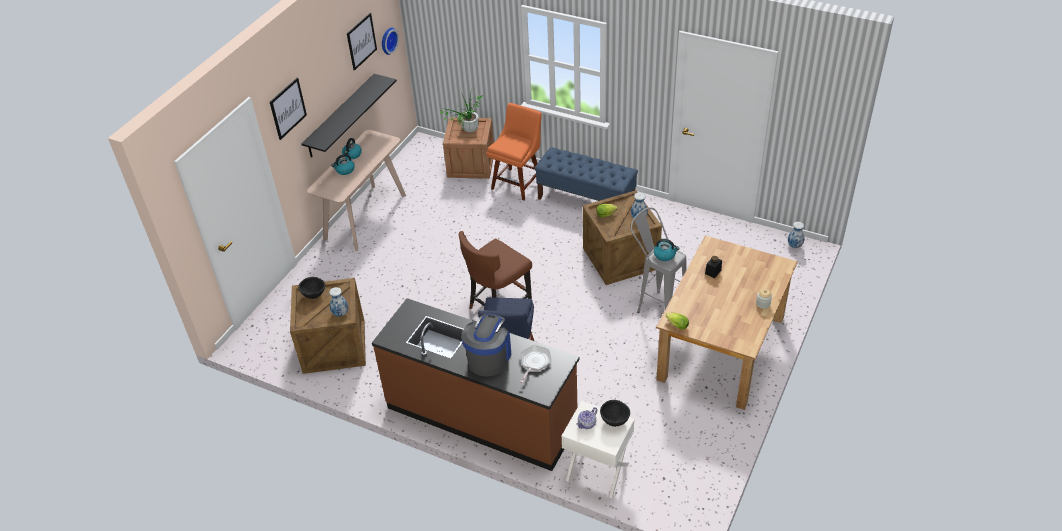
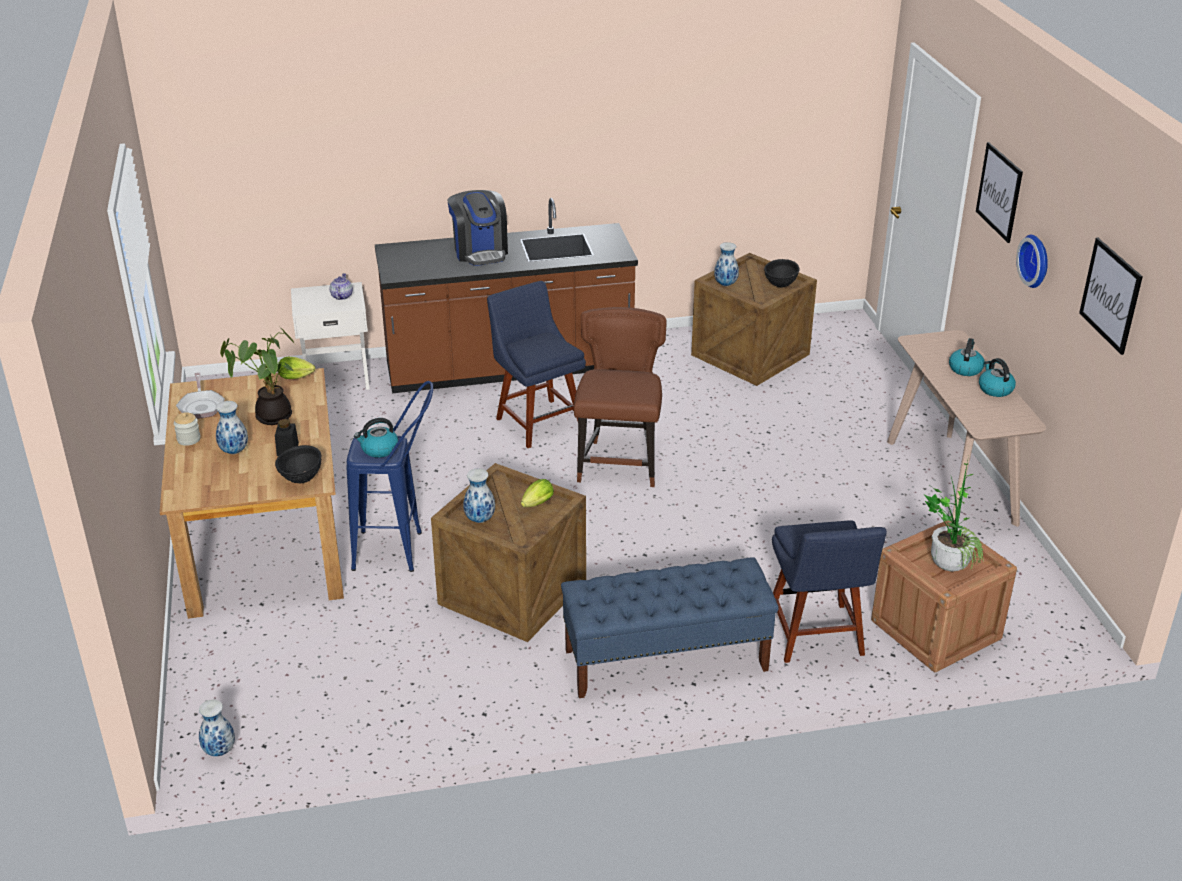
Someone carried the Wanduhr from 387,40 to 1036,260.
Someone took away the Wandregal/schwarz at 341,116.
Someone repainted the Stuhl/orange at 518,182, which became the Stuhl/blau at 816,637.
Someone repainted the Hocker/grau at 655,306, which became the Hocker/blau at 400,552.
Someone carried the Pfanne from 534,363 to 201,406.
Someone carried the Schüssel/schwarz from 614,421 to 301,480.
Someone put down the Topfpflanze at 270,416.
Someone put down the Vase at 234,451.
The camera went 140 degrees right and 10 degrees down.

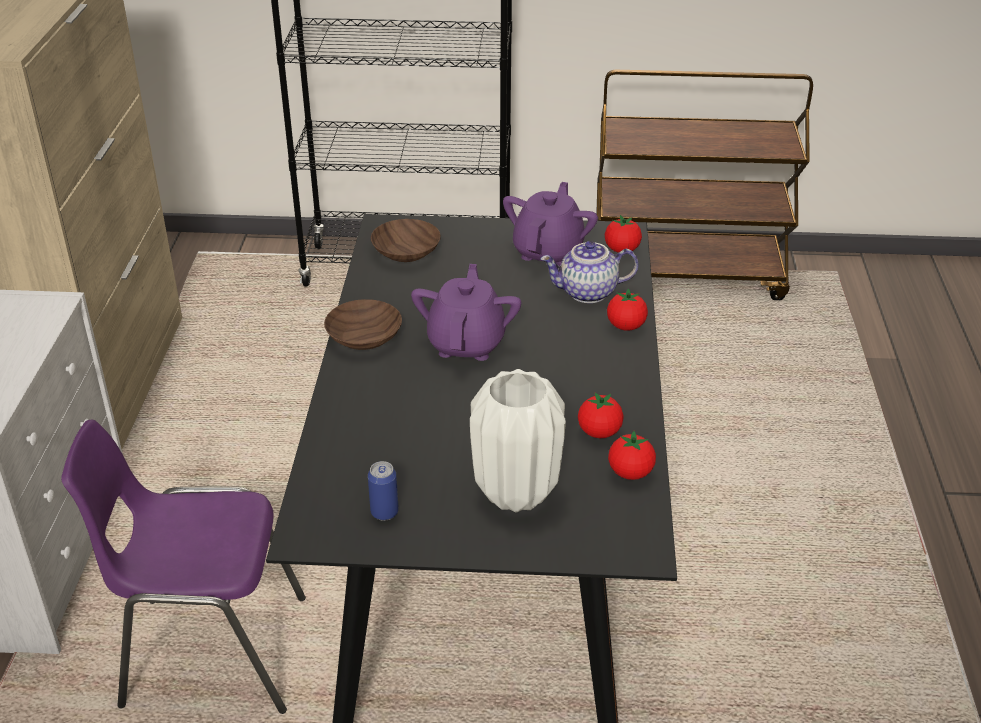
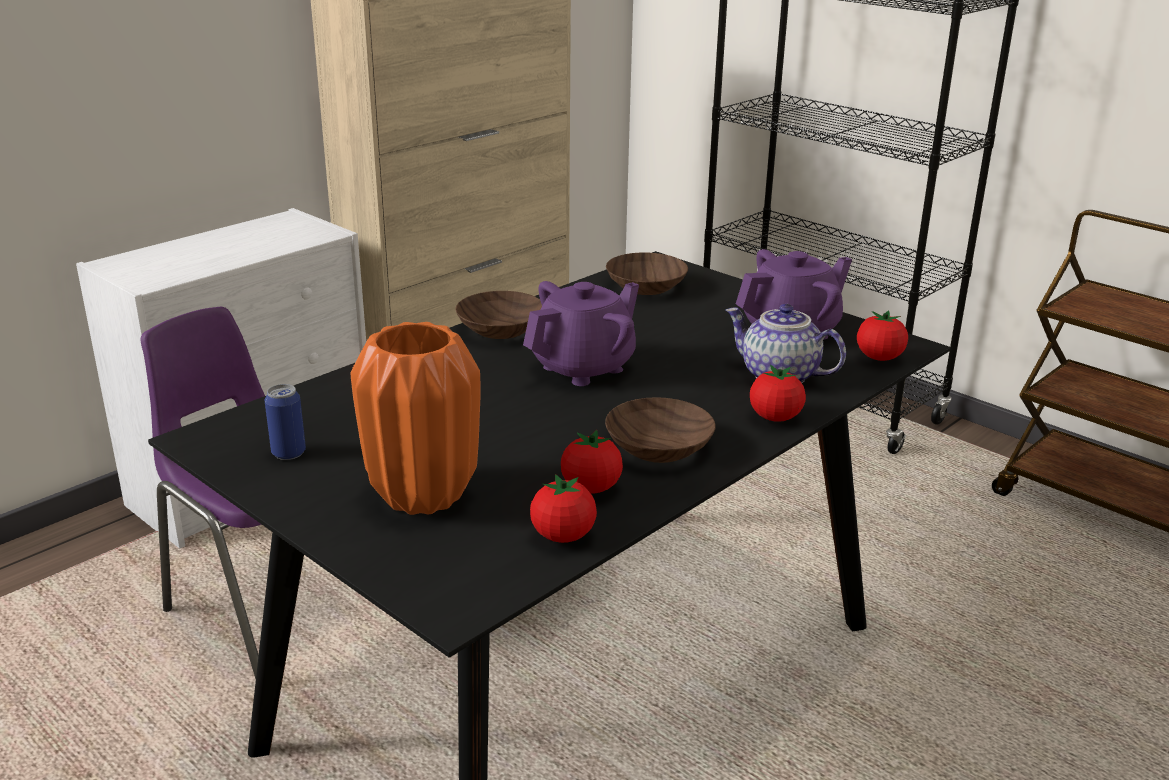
Someone repainted the Vase/weiß at 515,493, which became the Vase/orange at 421,495.
Someone put down the Schüssel/braun at 661,448.
The camera went 40 degrees right and 10 degrees down.

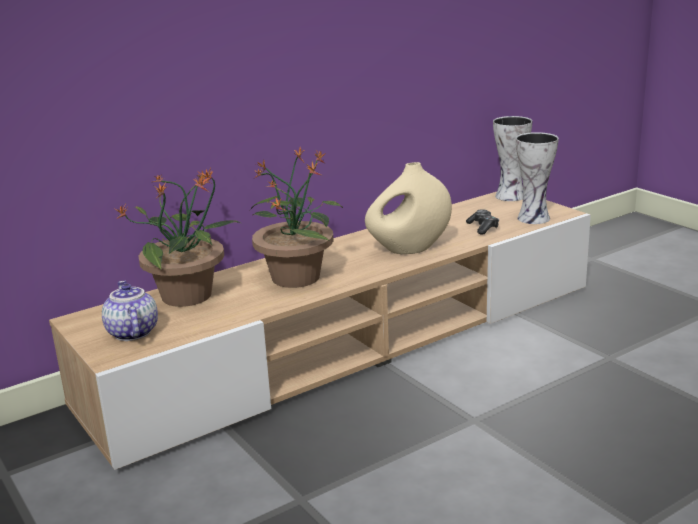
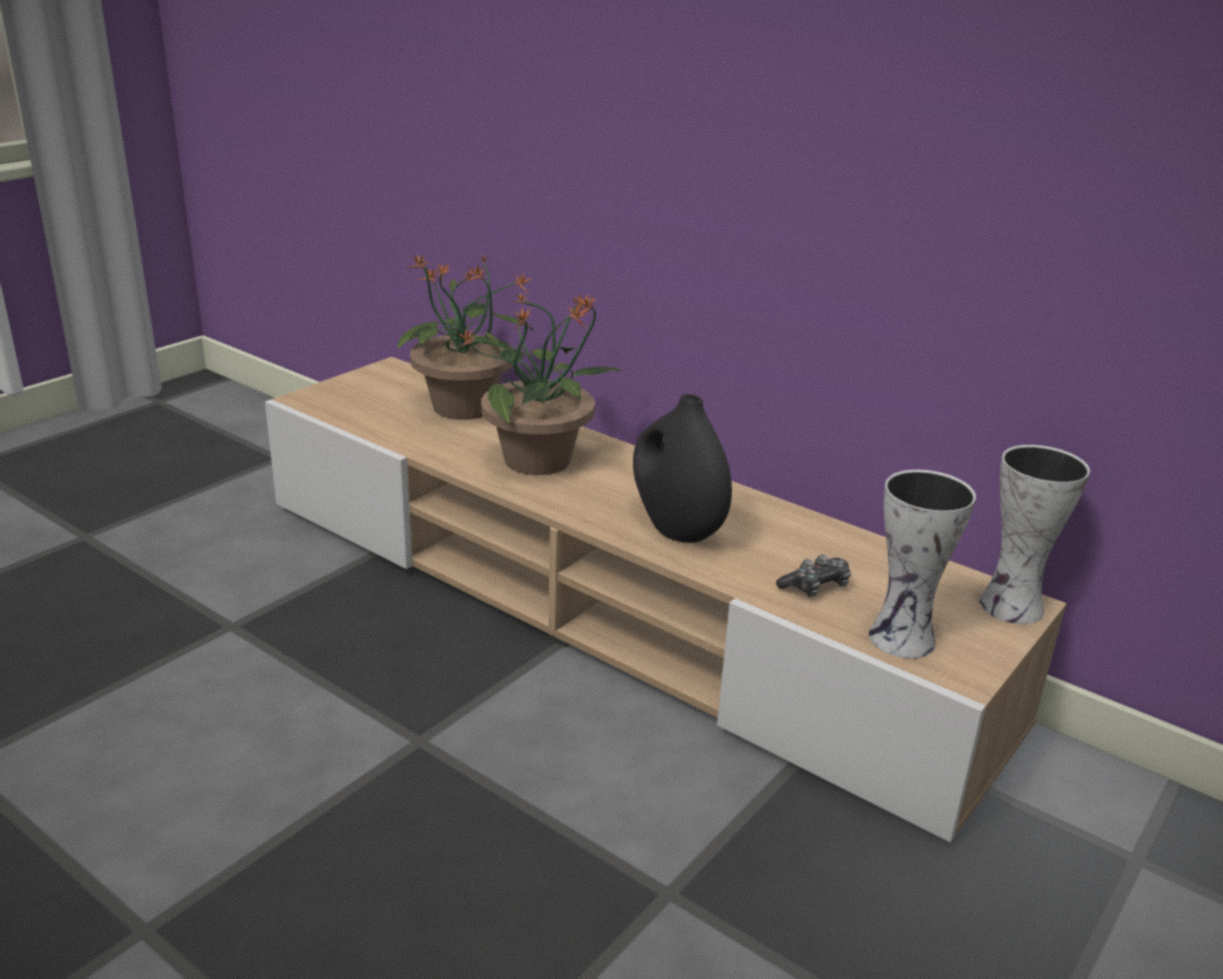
Someone repainted the Vase/beige at 409,249, which became the Vase/schwarz at 676,528.
Someone took away the Teekanne at 131,333.
The camera went 70 degrees right and 5 degrees up.

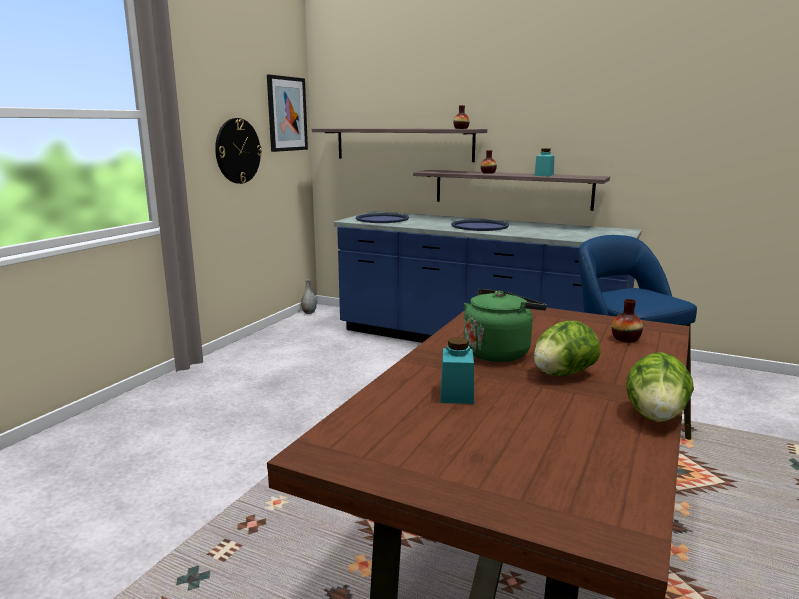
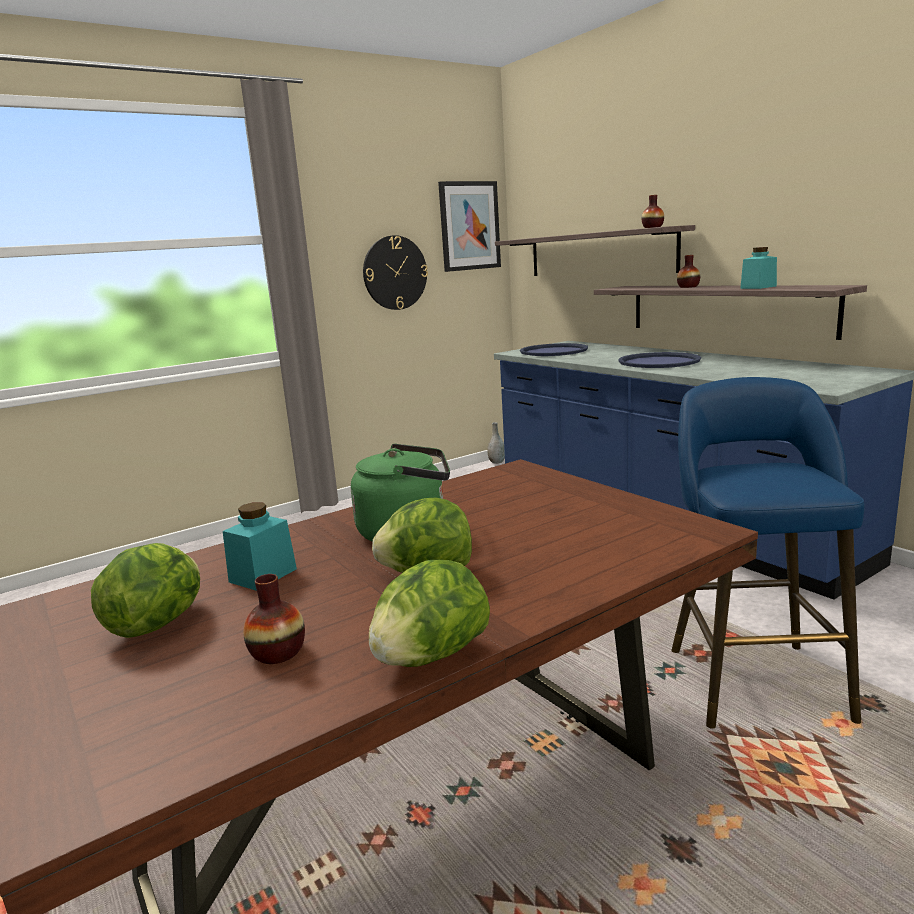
Someone carried the Vase from 625,339 to 278,652.
Someone put down the Salatkopf at 159,623.
The camera went 30 degrees right and 0 degrees up.

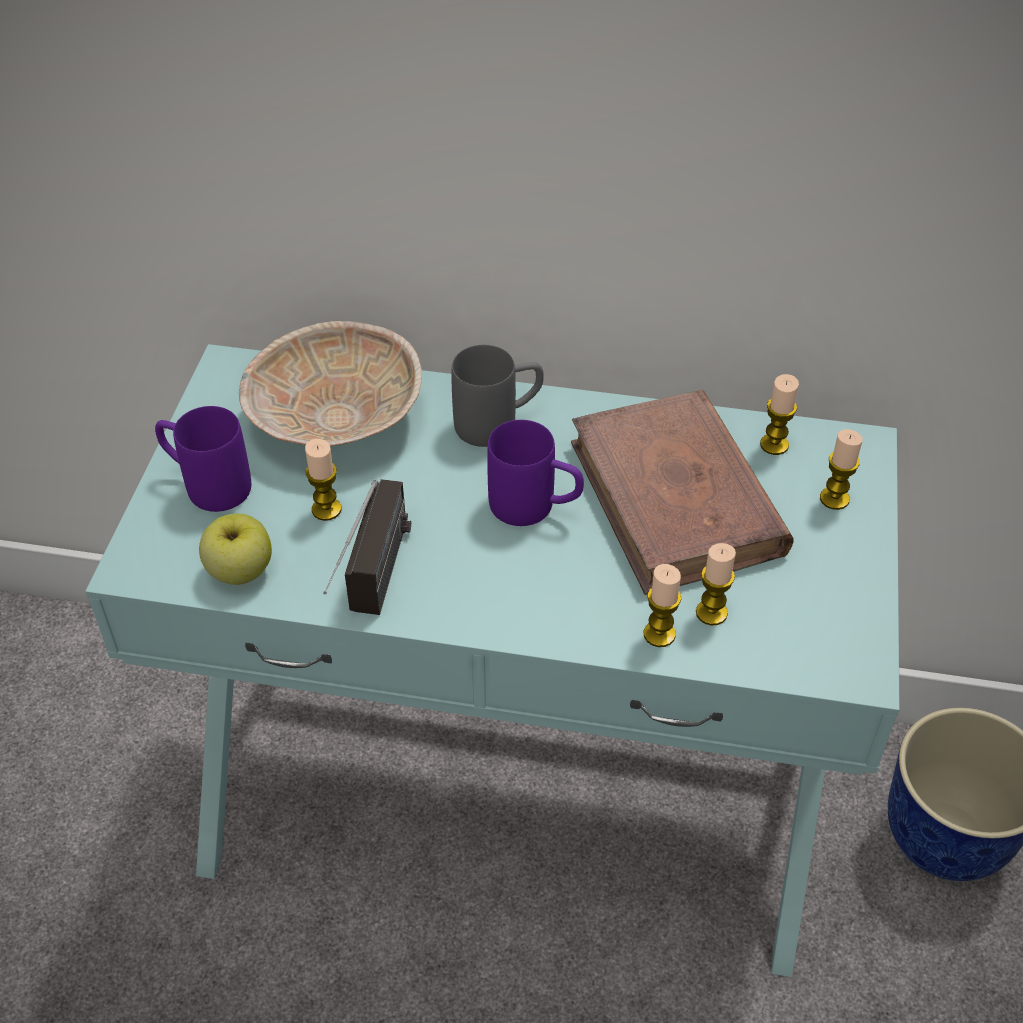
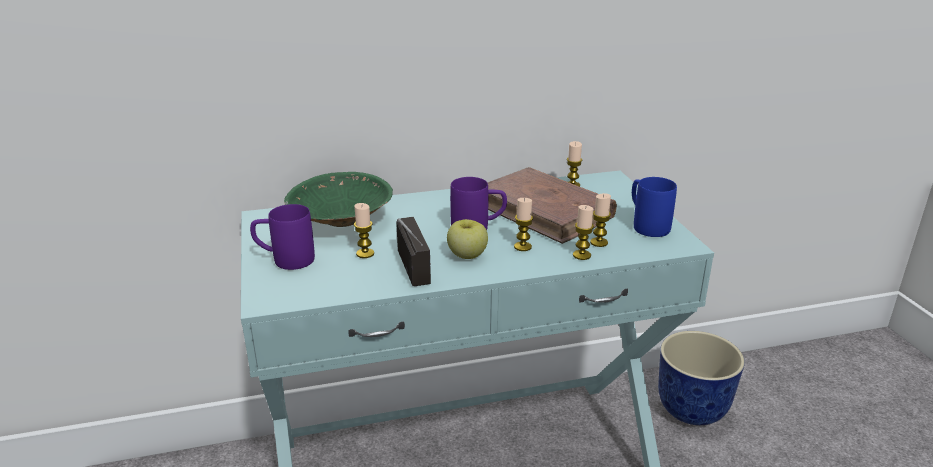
Someone repainted the Schüssel/beige at 334,418, which became the Schüssel/grün at 340,222.
Someone took away the Henkelbecher/grau at 498,422.
Someone carried the Kerze from 834,499 to 522,247.
Someone carried the Apfel from 240,570 to 467,255.
Someone put down the Henkelbecher/blau at 646,225.
The camera went 25 degrees left and 20 degrees down.

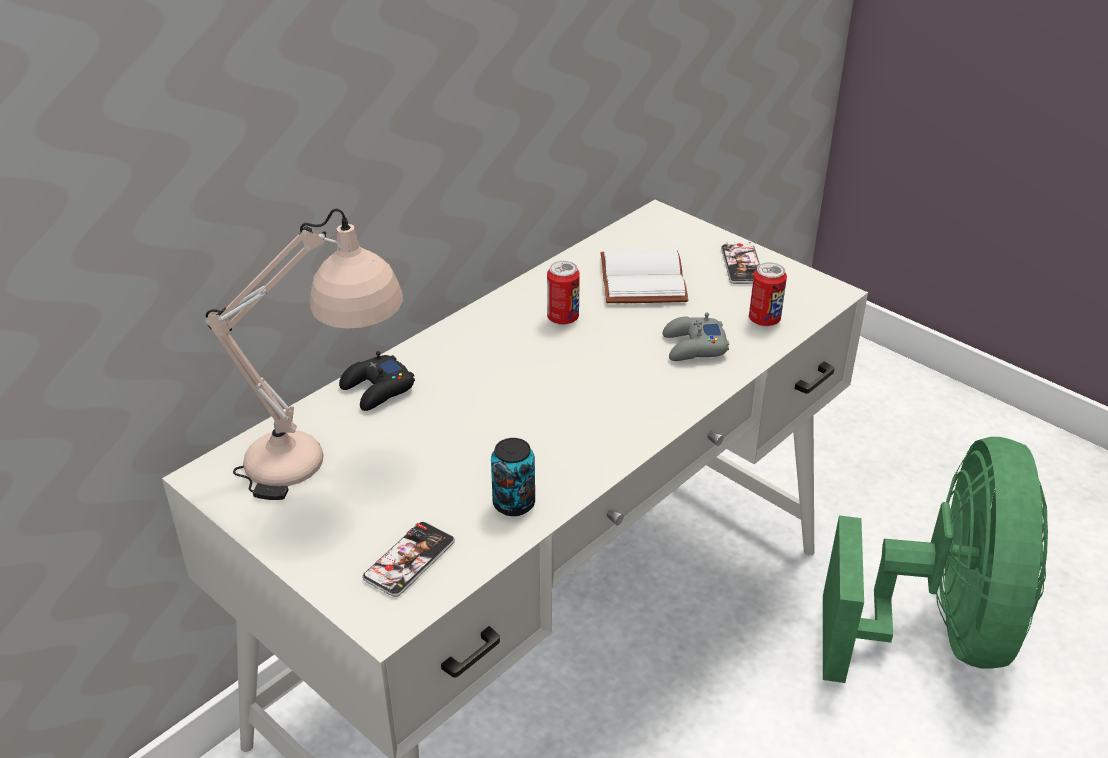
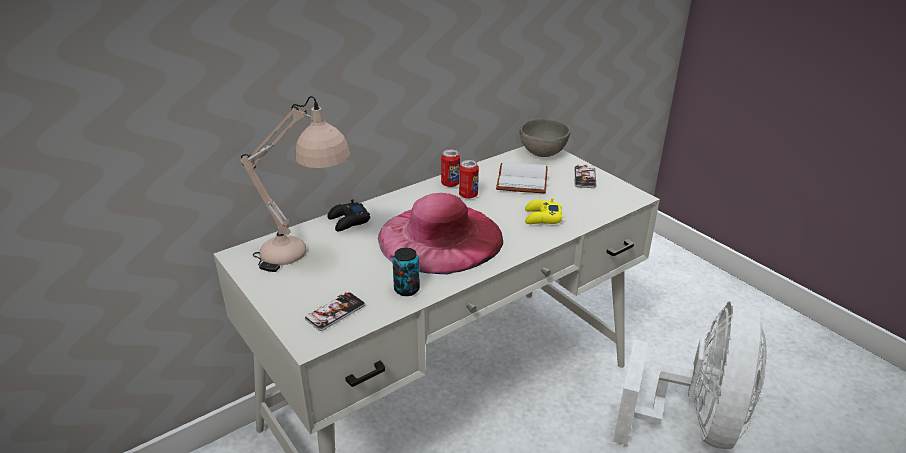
Someone carried the Dose from 764,320 to 450,184.
Someone repainted the Gamepad/grau at 693,347, which became the Gamepad/gelb at 542,217.
Someone repainted the Ventilator/grün at 935,629, which became the Ventilator/weiß at 693,422.
Someone put down the Schüssel/grau at 542,152.
Someone put down the Hut/rosa at 440,237.
The camera went 10 degrees right and 5 degrees down.

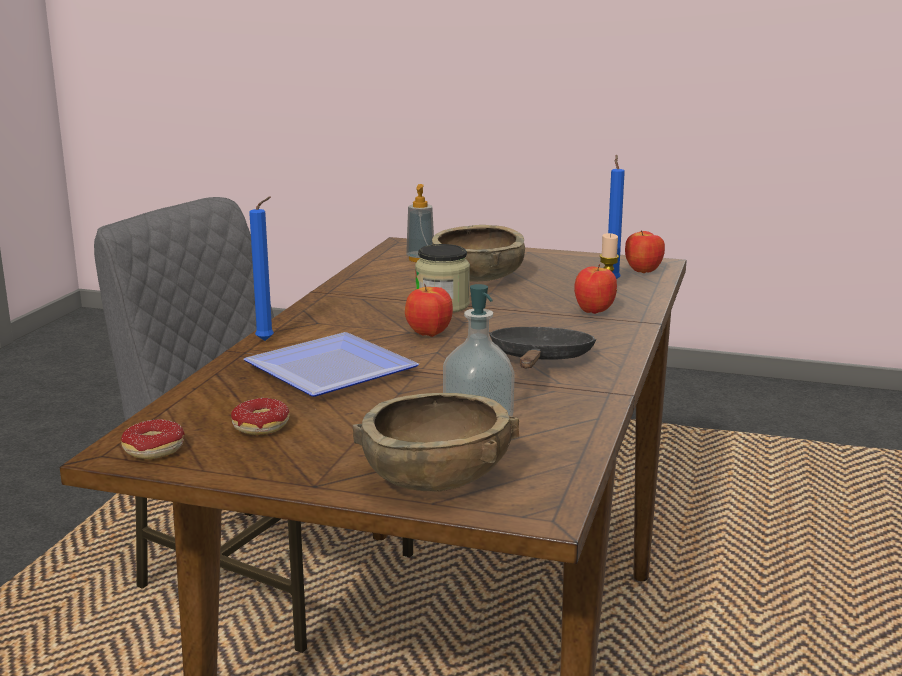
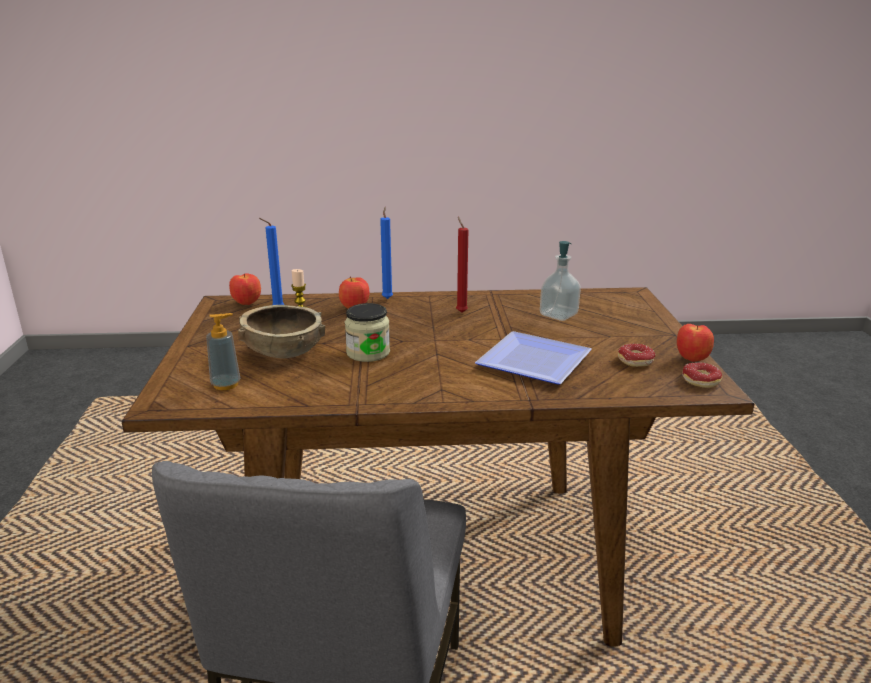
Someone carried the Kerze/blau from 267,341 to 387,298.
Someone carried the Apfel from 428,334 to 692,359.
Someone swapped the Pfanne/schwarz at 540,361 for the Kerze/rot at 461,312.
Someone took away the Schüssel/braun at 436,479.
The camera went 110 degrees left and 5 degrees up.

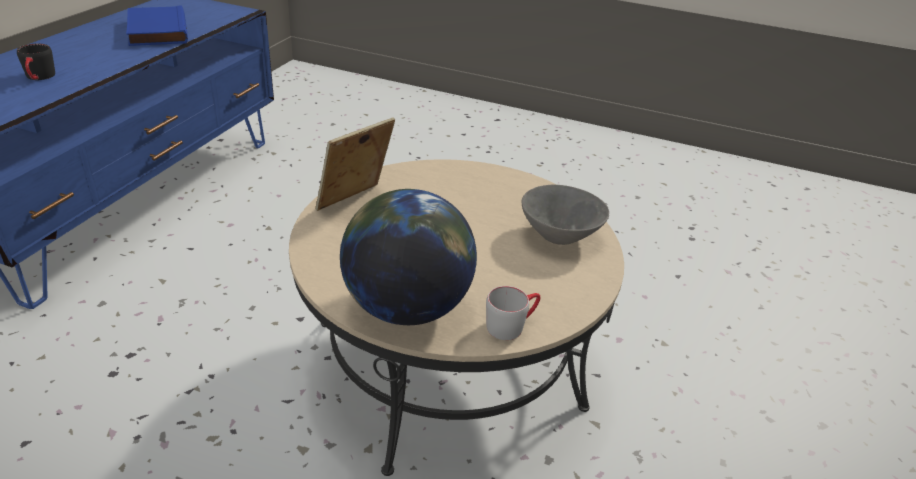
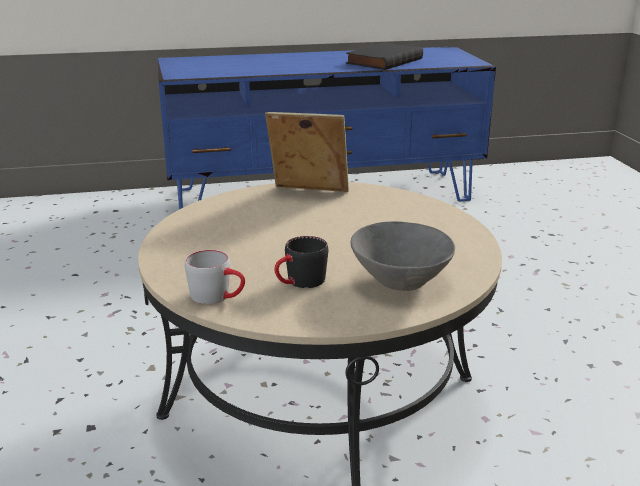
Someone repainted the Buch/blau at 156,31, which became the Buch/schwarz at 383,61.
Someone carried the Henkelbecher/schwarz from 39,78 to 300,283.
Someone took away the Globus at 406,307.
The camera went 60 degrees right and 10 degrees down.

